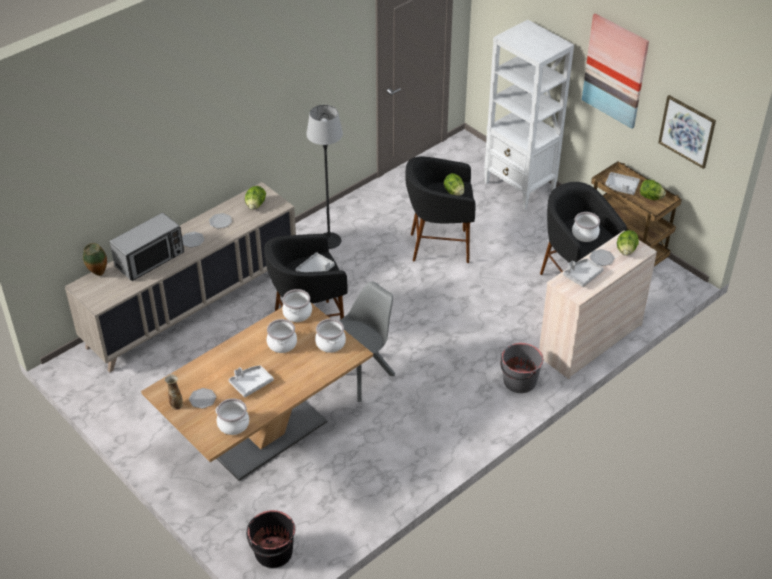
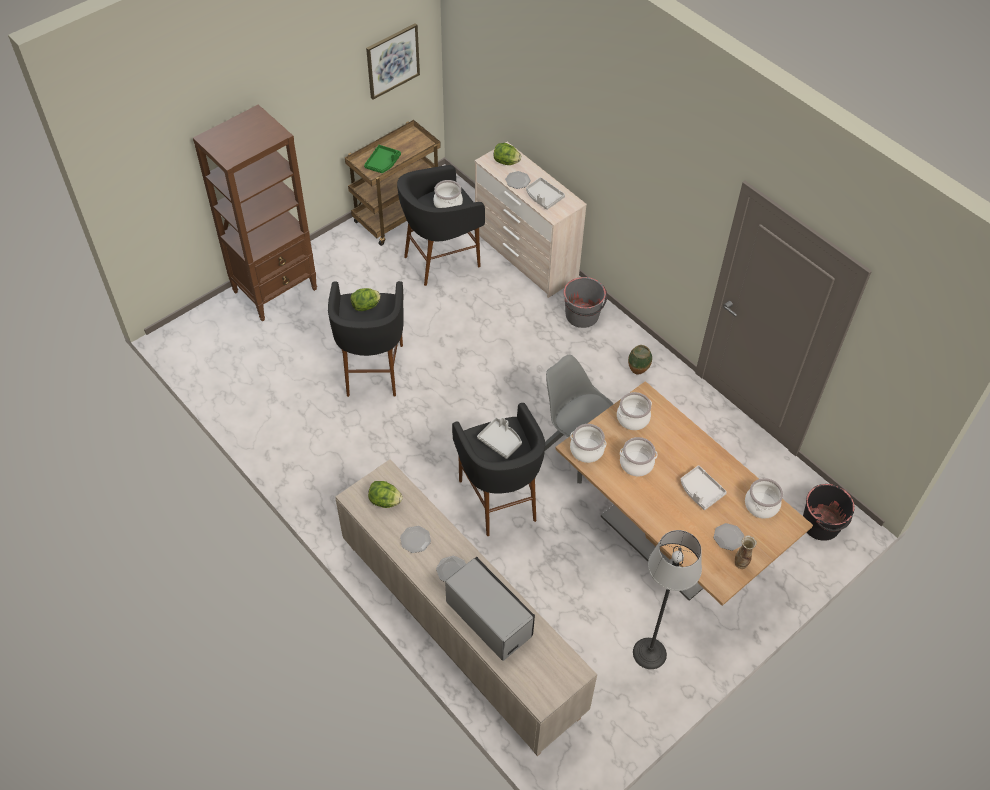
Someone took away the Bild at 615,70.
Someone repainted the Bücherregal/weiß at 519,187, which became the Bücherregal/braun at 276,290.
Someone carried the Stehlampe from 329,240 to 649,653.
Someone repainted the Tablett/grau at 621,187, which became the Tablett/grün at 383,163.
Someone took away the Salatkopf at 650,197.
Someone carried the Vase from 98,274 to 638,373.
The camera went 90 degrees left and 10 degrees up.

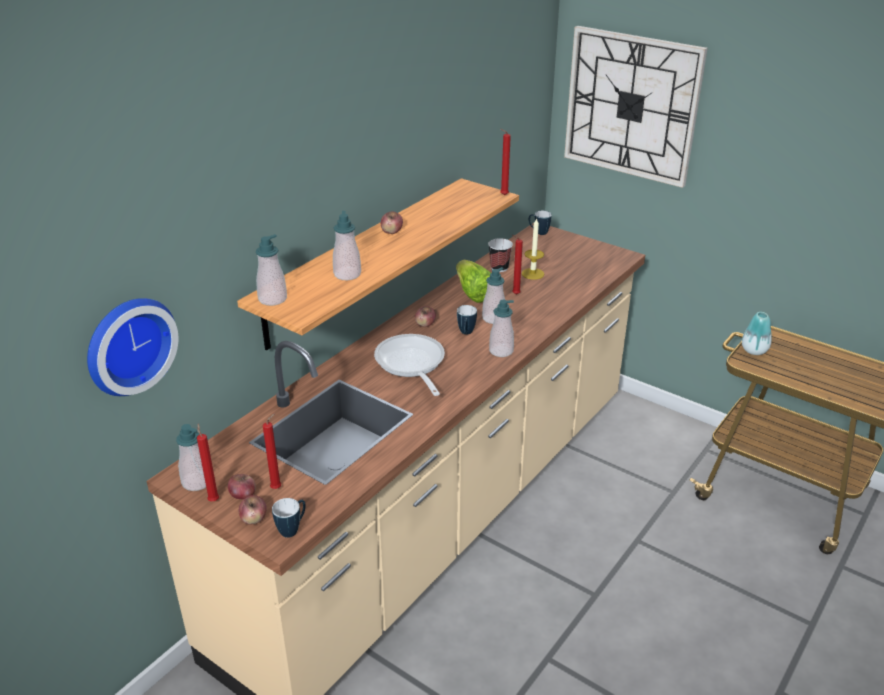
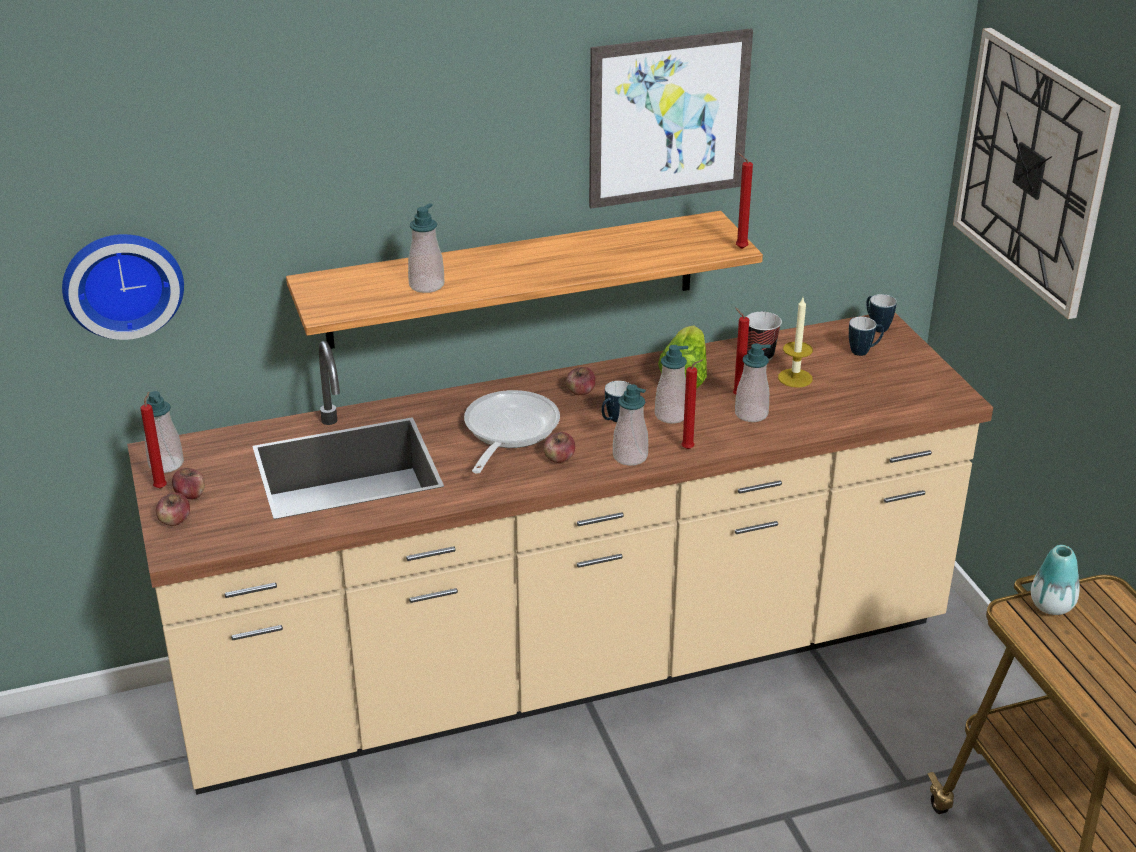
Someone carried the Apfel from 392,232 to 559,459.
Someone carried the Seifenspender from 272,299 to 751,414.
Someone carried the Kerze/rot from 278,487 to 689,449.
Someone carried the Henkelbecher from 293,529 to 864,351.
Someone put up the Bild at 668,118.
The camera went 35 degrees right and 0 degrees up.

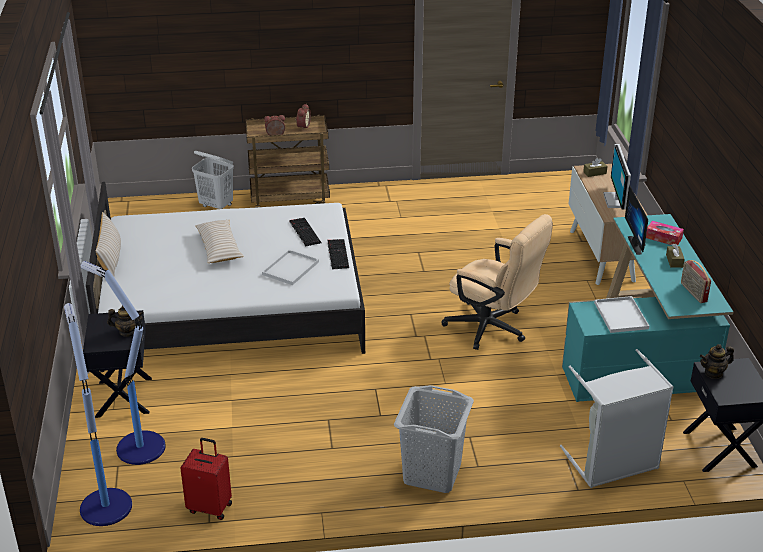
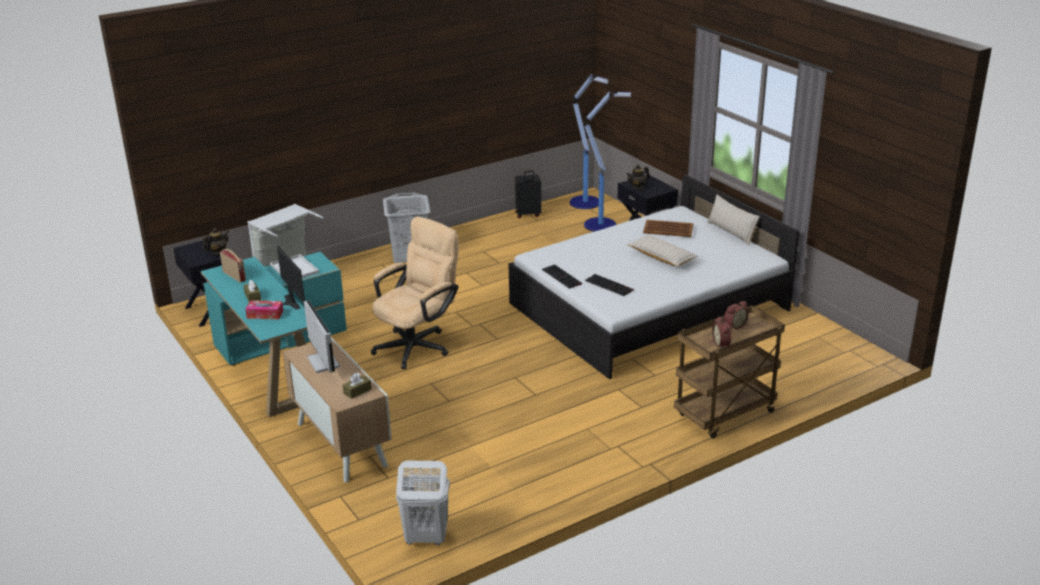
Someone carried the Wäschekorb/weiß from 216,206 to 425,538.
Someone rotated the Bürostuhl/beige at 493,329 by 120 degrees clockwise.
Someone took away the Tablett/weiß at 290,267.
Someone repainted the Koffer/rot at 210,507, which became the Koffer/schwarz at 528,214.
Someone put down the Tablett/braun at 668,229.
The camera went 155 degrees right and 5 degrees down.

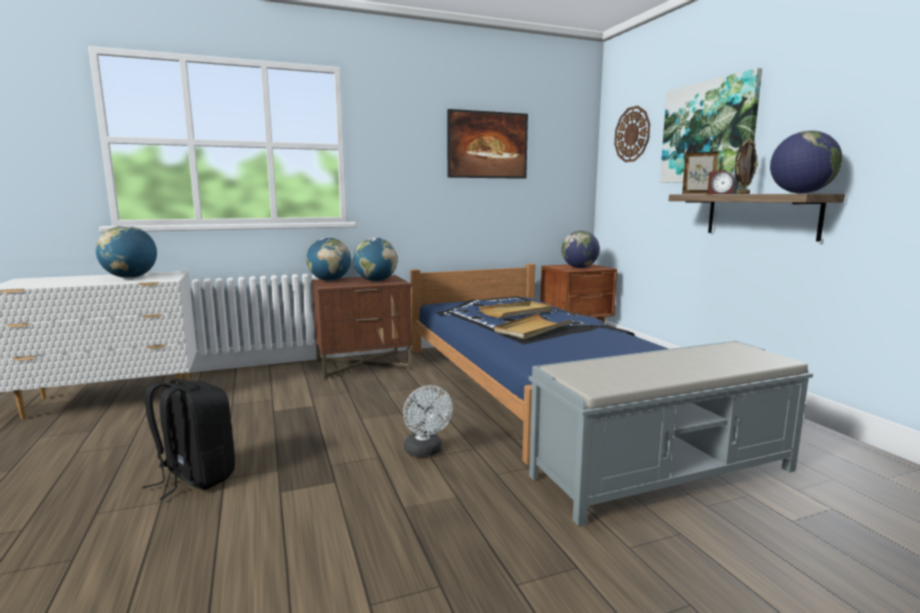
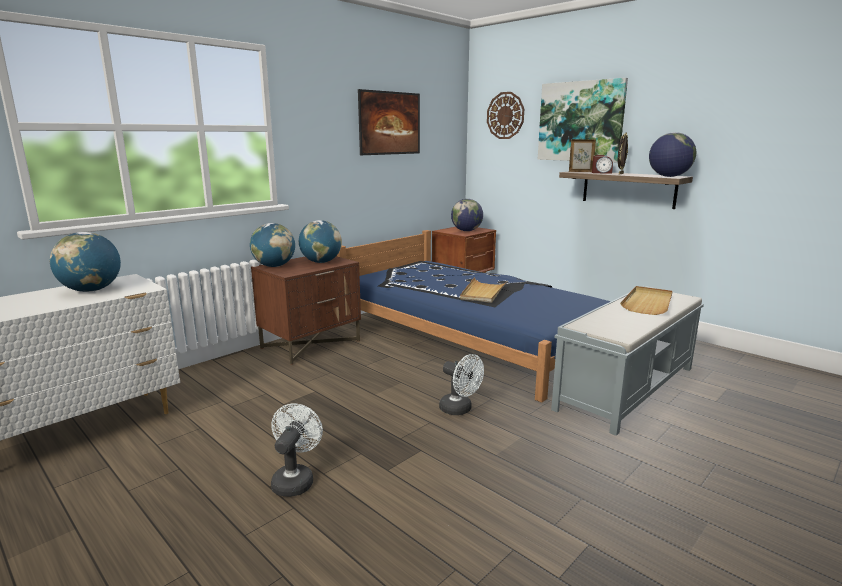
Someone carried the Tablett/beige from 517,312 to 648,303.
Someone swapped the Rucksack/schwarz at 195,478 for the Ventilator/weiß at 295,479.
The camera went 25 degrees left and 5 degrees up.

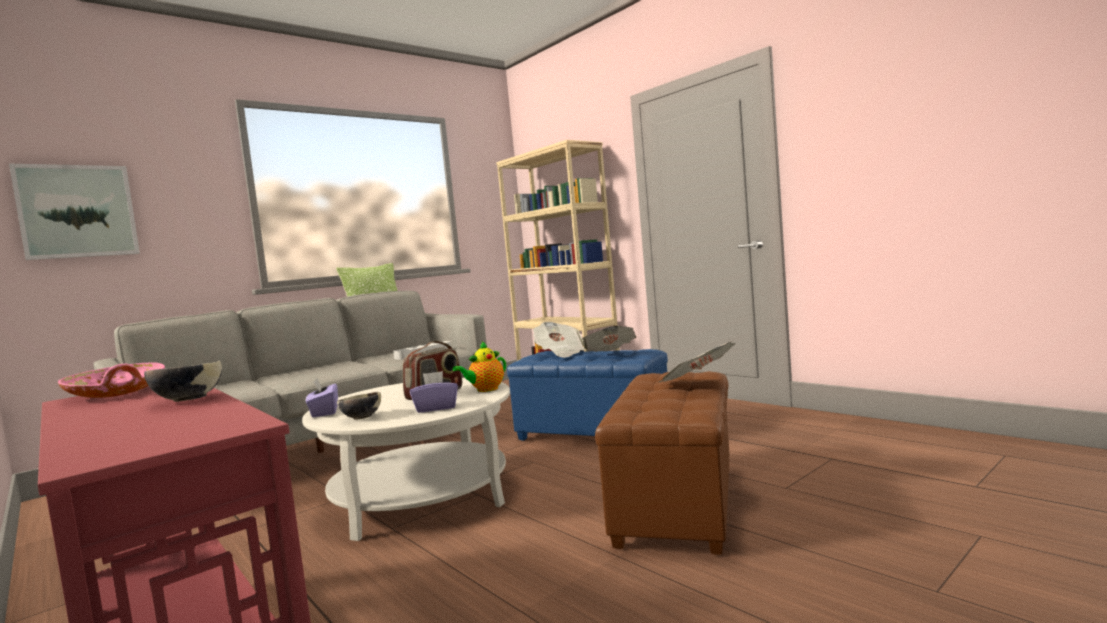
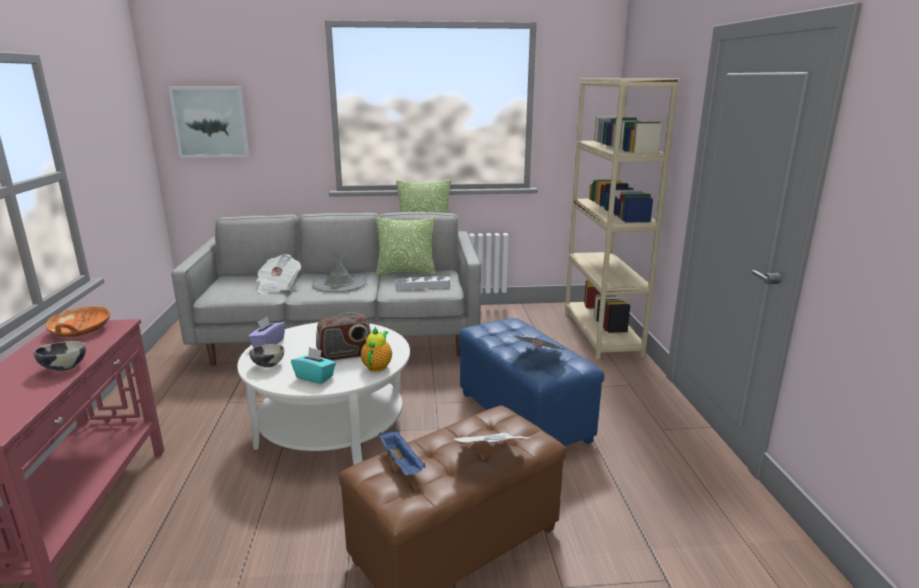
Someone carried the Zeitung from 560,353 to 277,286.
Someone rotated the Teekanne at 485,390 by 105 degrees clockwise.
Someone repainted the Schüssel/rosa at 117,394, which became the Schüssel/orange at 80,331.
Someone repainted the Taschentuchbox/lila at 436,408, which became the Taschentuchbox/türkis at 315,377.
Someone put down the Kissen at 406,272.
Someone put down the Hut/grau at 339,283.
Someone put down the Tablett/blau at 402,463.
The camera went 35 degrees right and 15 degrees up.

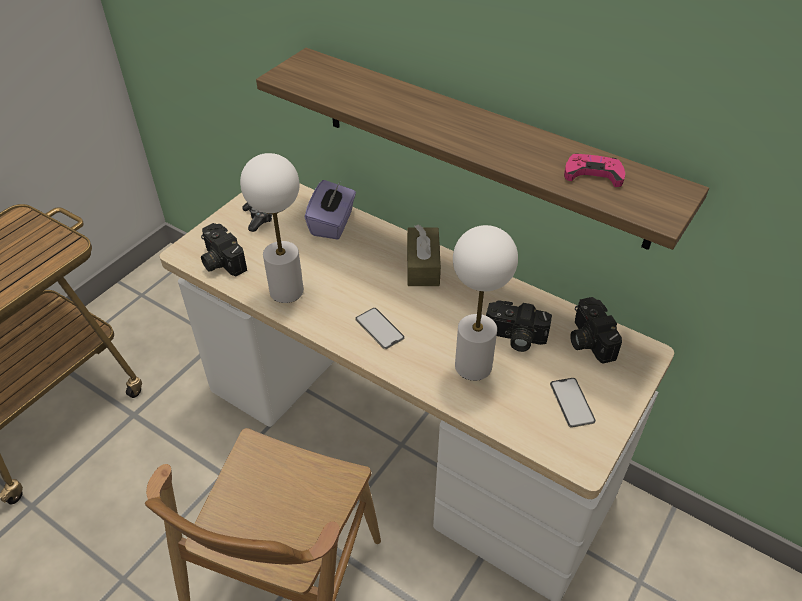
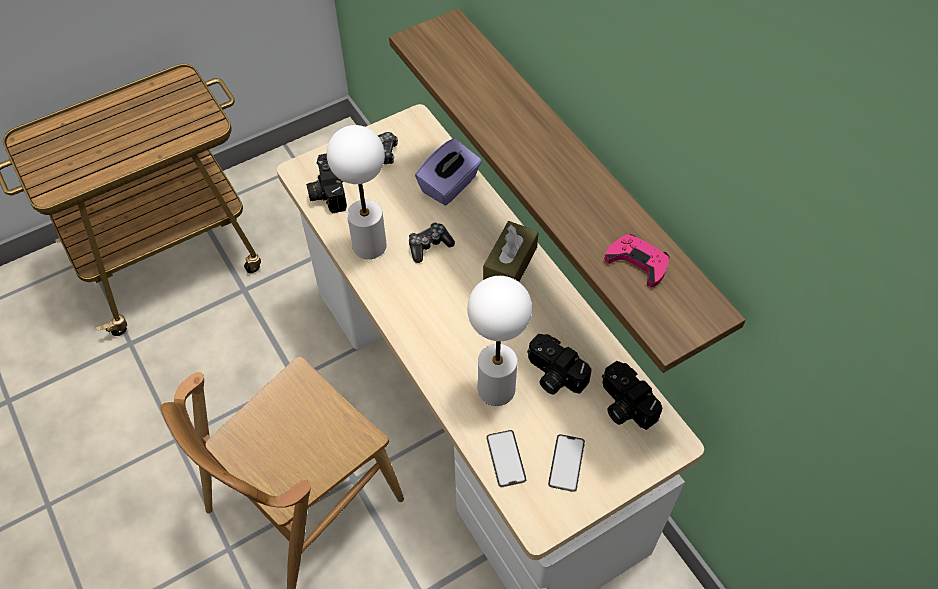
Someone rotated the Kamera at 587,340 by 45 degrees counterclockwise.
Someone carried the Handy from 379,328 to 506,458.
Someone put down the Gamepad at 429,246.
The camera went 25 degrees right and 10 degrees up.

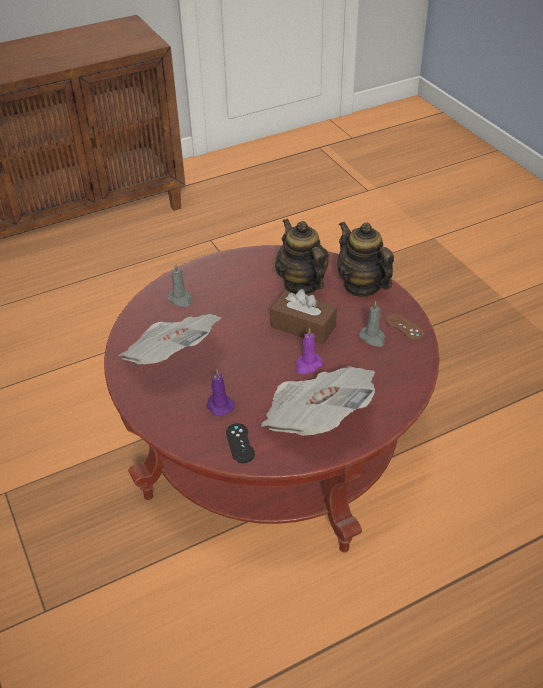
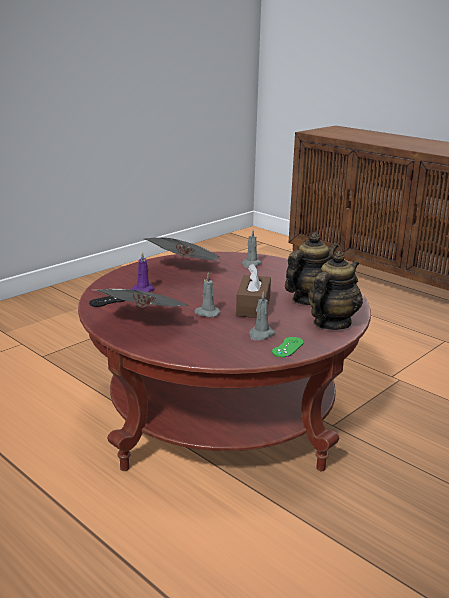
Someone repainted the Gamepad/braun at 404,327, which became the Gamepad/grün at 288,347.
Someone repainted the Kerze/lila at 307,365, which became the Kerze/grau at 206,313.
The camera went 70 degrees right and 20 degrees down.

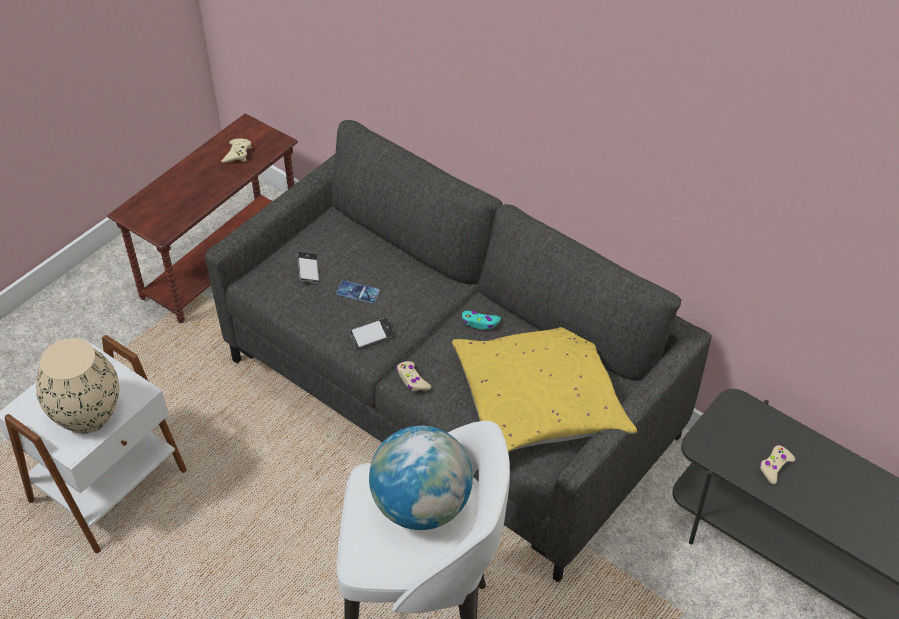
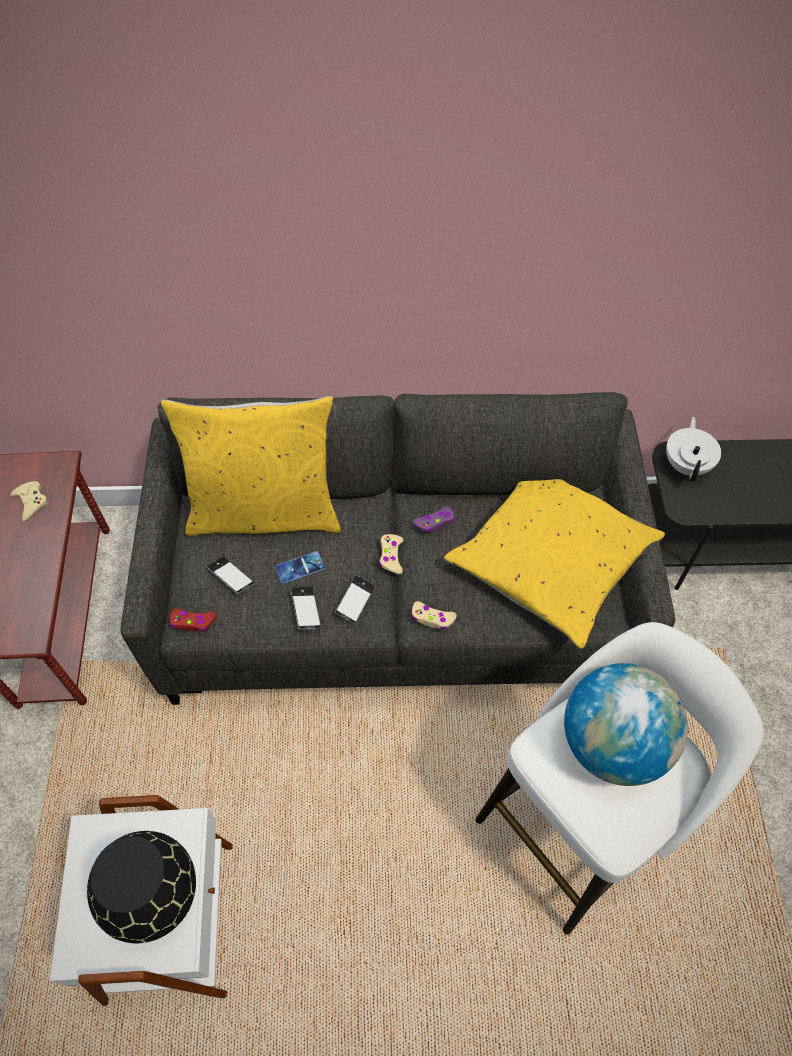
Someone repainted the Gamepad/türkis at 480,323, which became the Gamepad/lila at 434,522.
Someone repainted the Vase/beige at 86,415, which became the Vase/schwarz at 154,898.
Someone carried the Gamepad/beige from 774,467 to 391,556.
Someone put down the Kissen/gelb at 265,511.
Someone put down the Teekanne/weiß at 686,465.
Someone put down the Handy at 306,610.
Someone put down the Gamepad/rot at 193,622.
The camera went 40 degrees left and 10 degrees up.

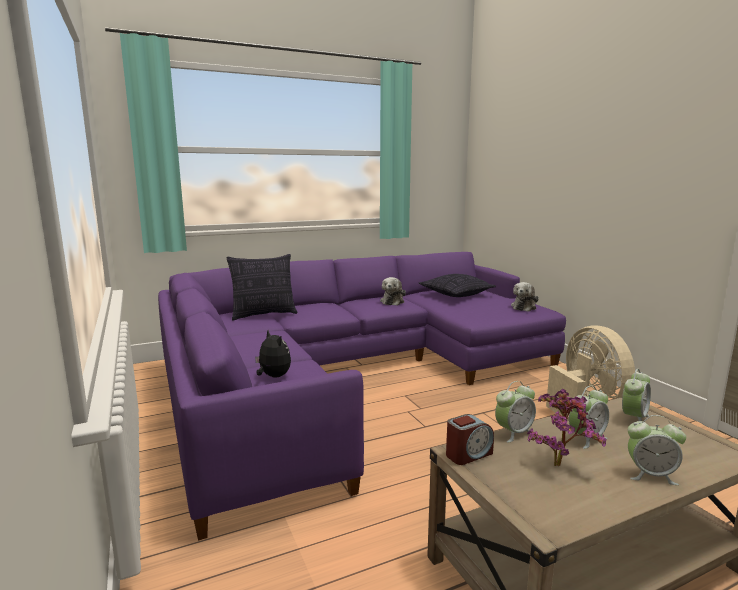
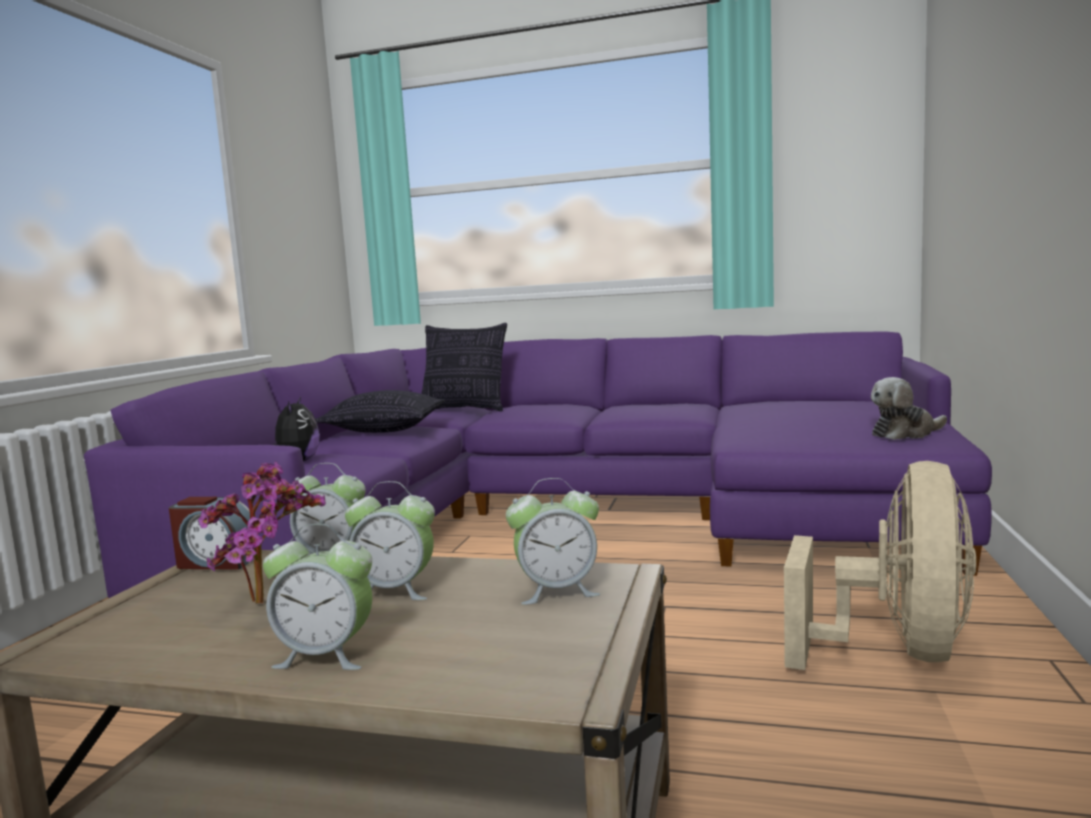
Someone carried the Kissen from 456,294 to 385,429.
Someone took away the Plüschtier at 392,301.
Someone rotated the Wecker at 650,475 by 45 degrees counterclockwise.
The camera went 40 degrees right and 5 degrees down.

